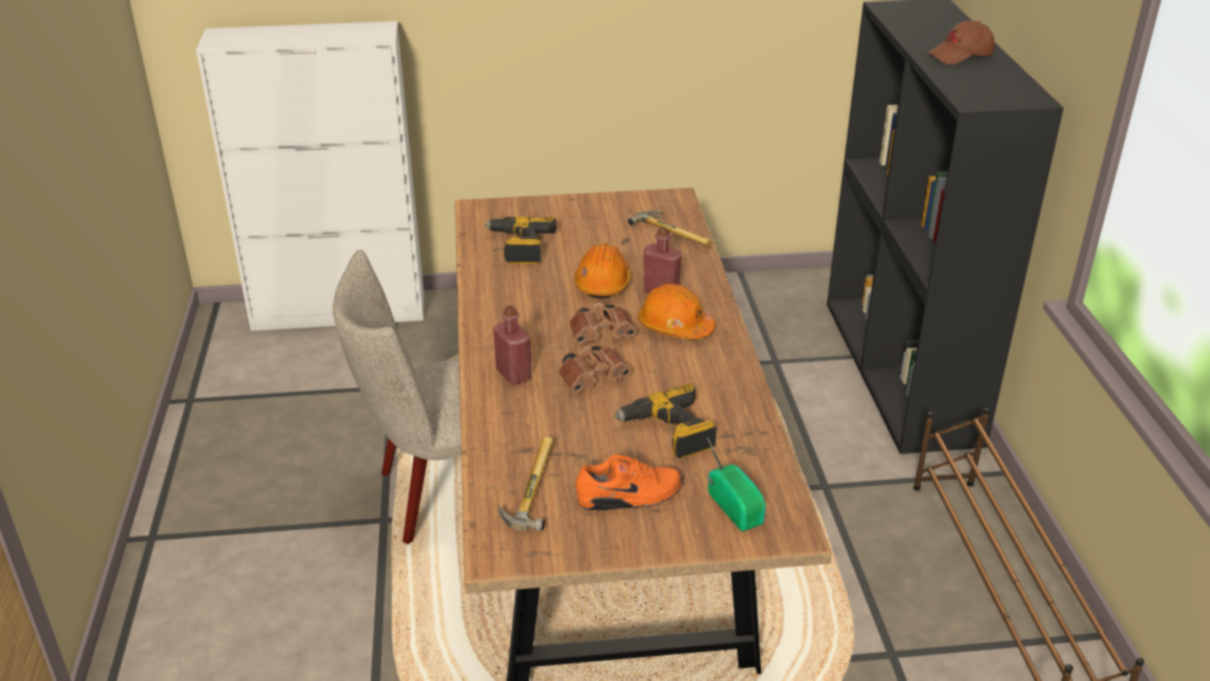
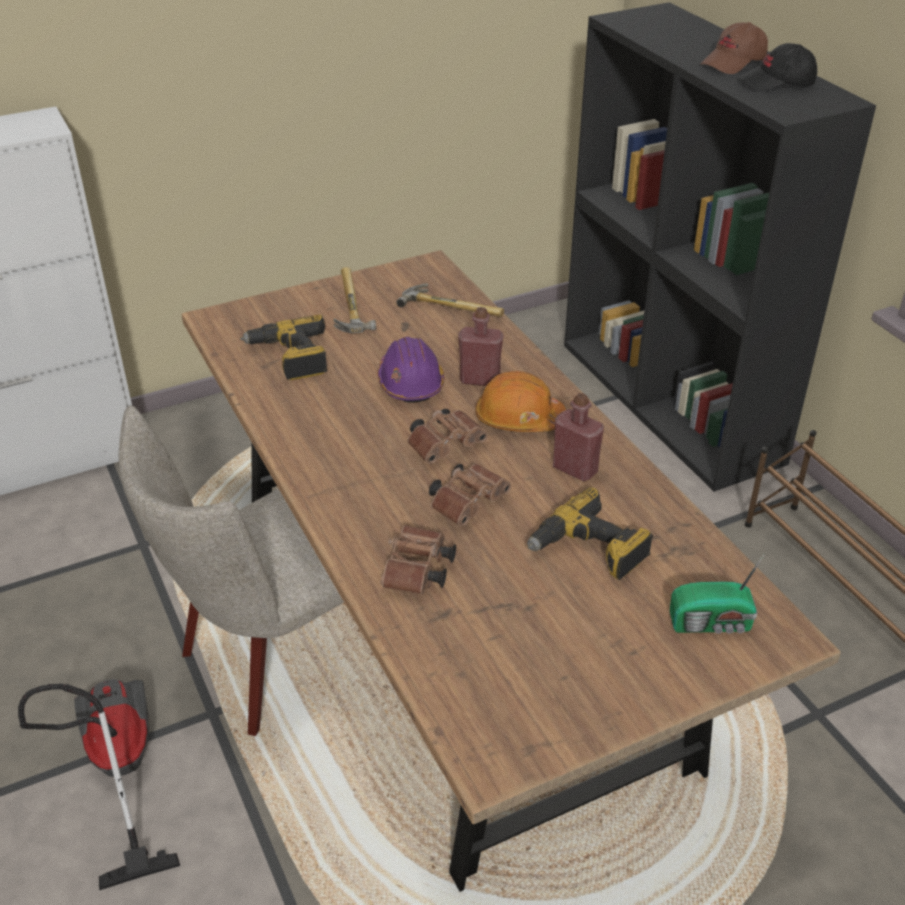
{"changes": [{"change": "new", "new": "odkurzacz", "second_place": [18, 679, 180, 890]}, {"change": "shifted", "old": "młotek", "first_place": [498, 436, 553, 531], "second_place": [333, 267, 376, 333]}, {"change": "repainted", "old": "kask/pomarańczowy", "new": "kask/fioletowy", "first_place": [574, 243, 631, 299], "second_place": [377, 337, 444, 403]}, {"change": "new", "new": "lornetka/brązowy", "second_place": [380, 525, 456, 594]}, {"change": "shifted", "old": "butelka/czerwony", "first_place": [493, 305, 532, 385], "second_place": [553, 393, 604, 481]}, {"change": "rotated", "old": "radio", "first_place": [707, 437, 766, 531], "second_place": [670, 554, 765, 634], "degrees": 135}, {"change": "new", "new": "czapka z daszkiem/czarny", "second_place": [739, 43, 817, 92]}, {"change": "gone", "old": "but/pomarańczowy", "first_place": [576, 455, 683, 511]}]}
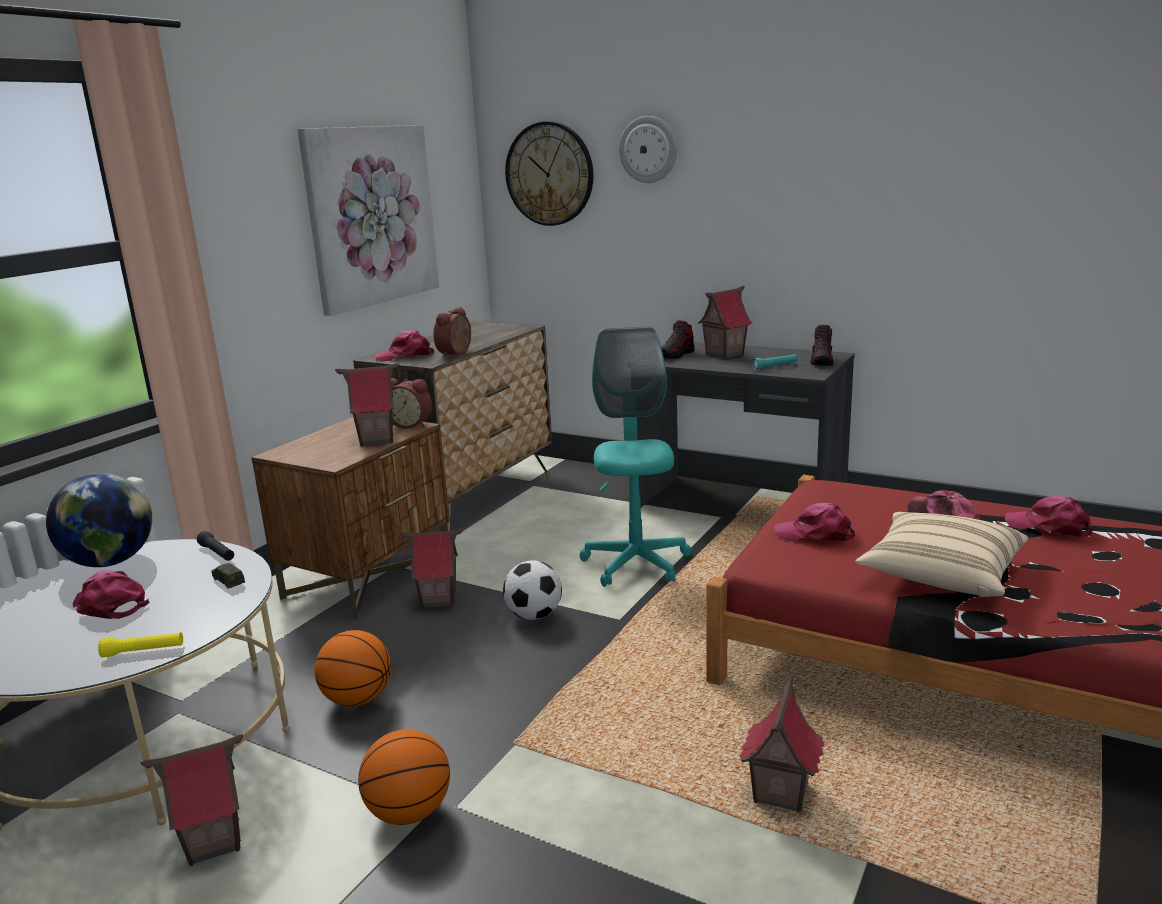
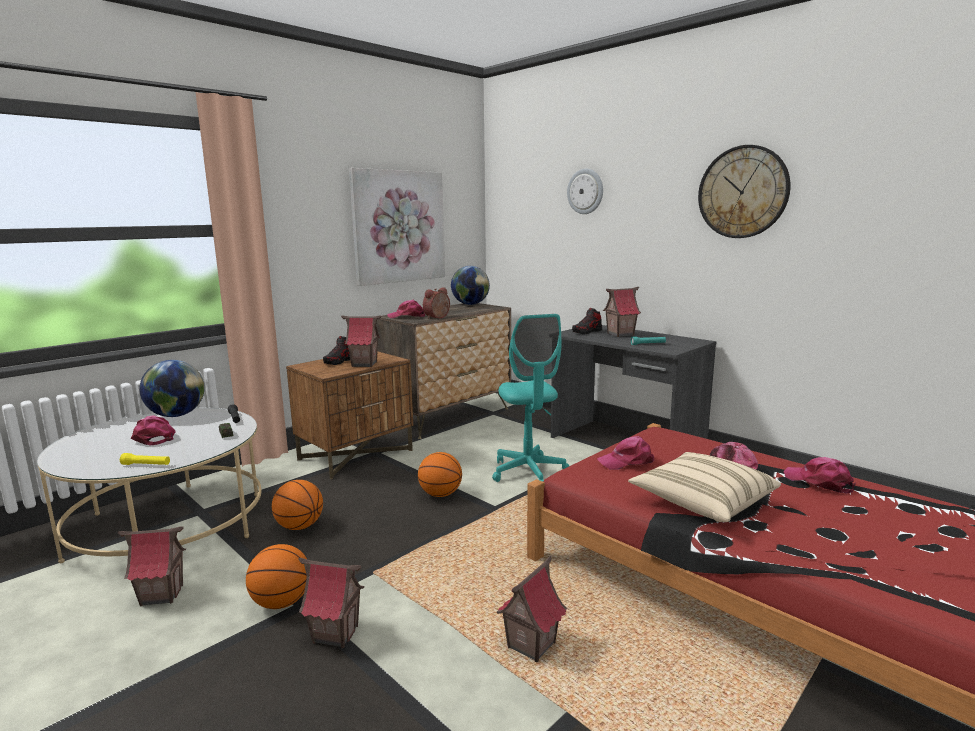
{"changes": [{"change": "shifted", "old": "domek", "first_place": [400, 529, 463, 608], "second_place": [298, 558, 365, 648]}, {"change": "shifted", "old": "but", "first_place": [810, 325, 833, 366], "second_place": [323, 336, 350, 365]}, {"change": "swapped", "old": "piłka futbolowa", "new": "piłka do koszykówki", "first_place": [503, 561, 562, 620], "second_place": [418, 452, 462, 497]}, {"change": "new", "new": "globus", "second_place": [451, 266, 490, 305]}, {"change": "rotated", "old": "krzesło biurowe/turkusowy", "first_place": [580, 327, 691, 587], "second_place": [492, 314, 569, 482], "degrees": 150}, {"change": "rotated", "old": "czapka z daszkiem/różowy", "first_place": [775, 503, 855, 541], "second_place": [597, 436, 654, 470], "degrees": -45}, {"change": "shifted", "old": "zegar ścienny", "first_place": [505, 122, 593, 226], "second_place": [698, 145, 791, 238]}, {"change": "gone", "old": "budzik", "first_place": [391, 378, 432, 429]}]}
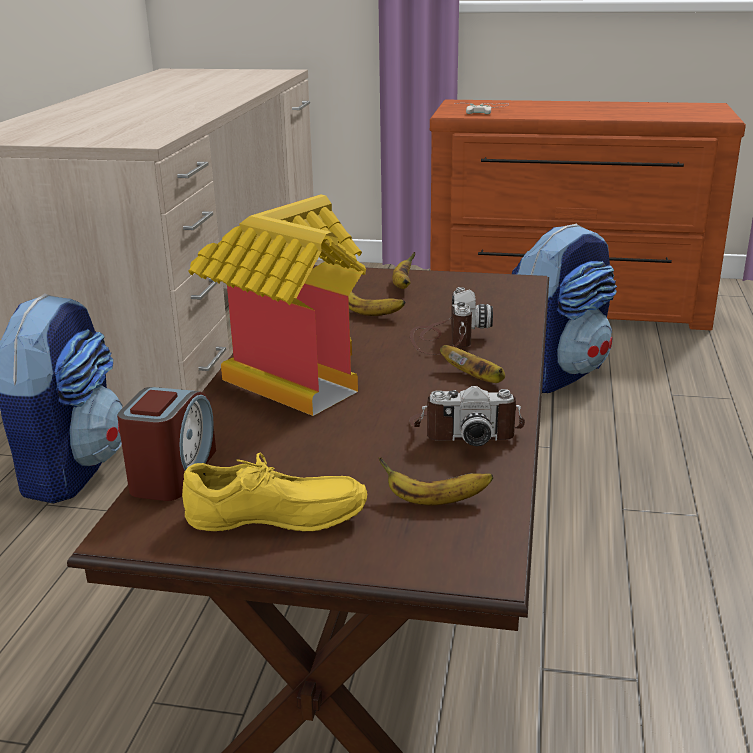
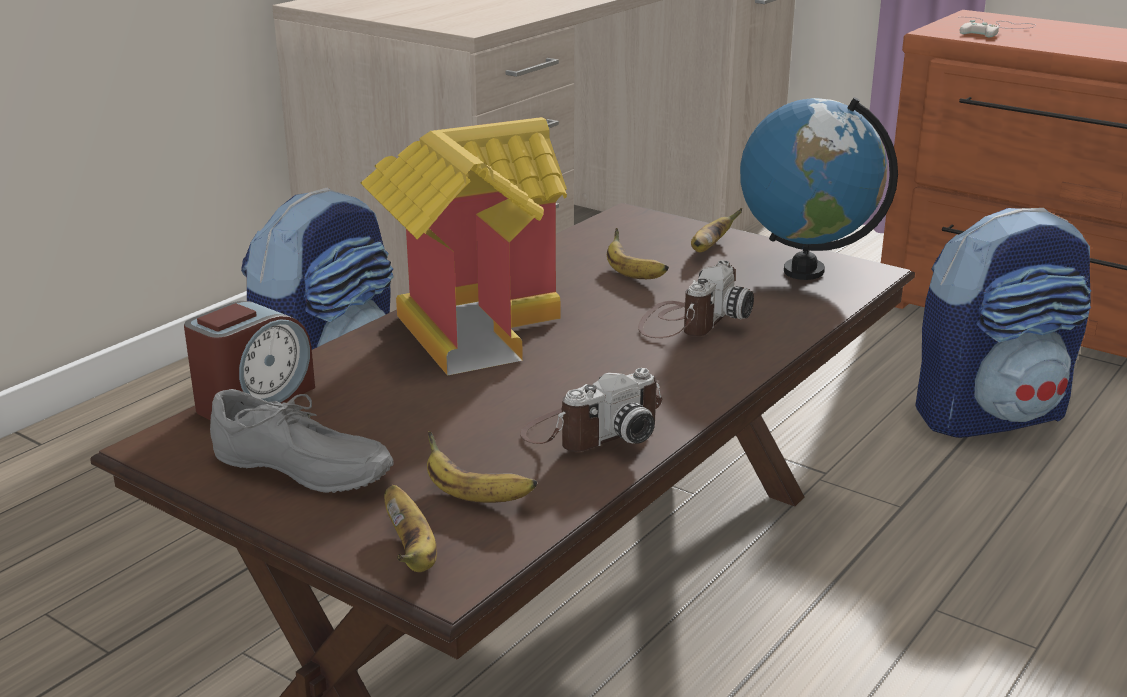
{"changes": [{"change": "repainted", "old": "but/żółty", "new": "but/szary", "first_place": [182, 453, 367, 532], "second_place": [210, 389, 394, 493]}, {"change": "shifted", "old": "banan", "first_place": [440, 345, 505, 383], "second_place": [384, 485, 437, 572]}, {"change": "rotated", "old": "aparat fotograficzny", "first_place": [409, 386, 525, 446], "second_place": [520, 368, 662, 452], "degrees": -60}, {"change": "new", "new": "globus", "second_place": [740, 97, 898, 280]}]}
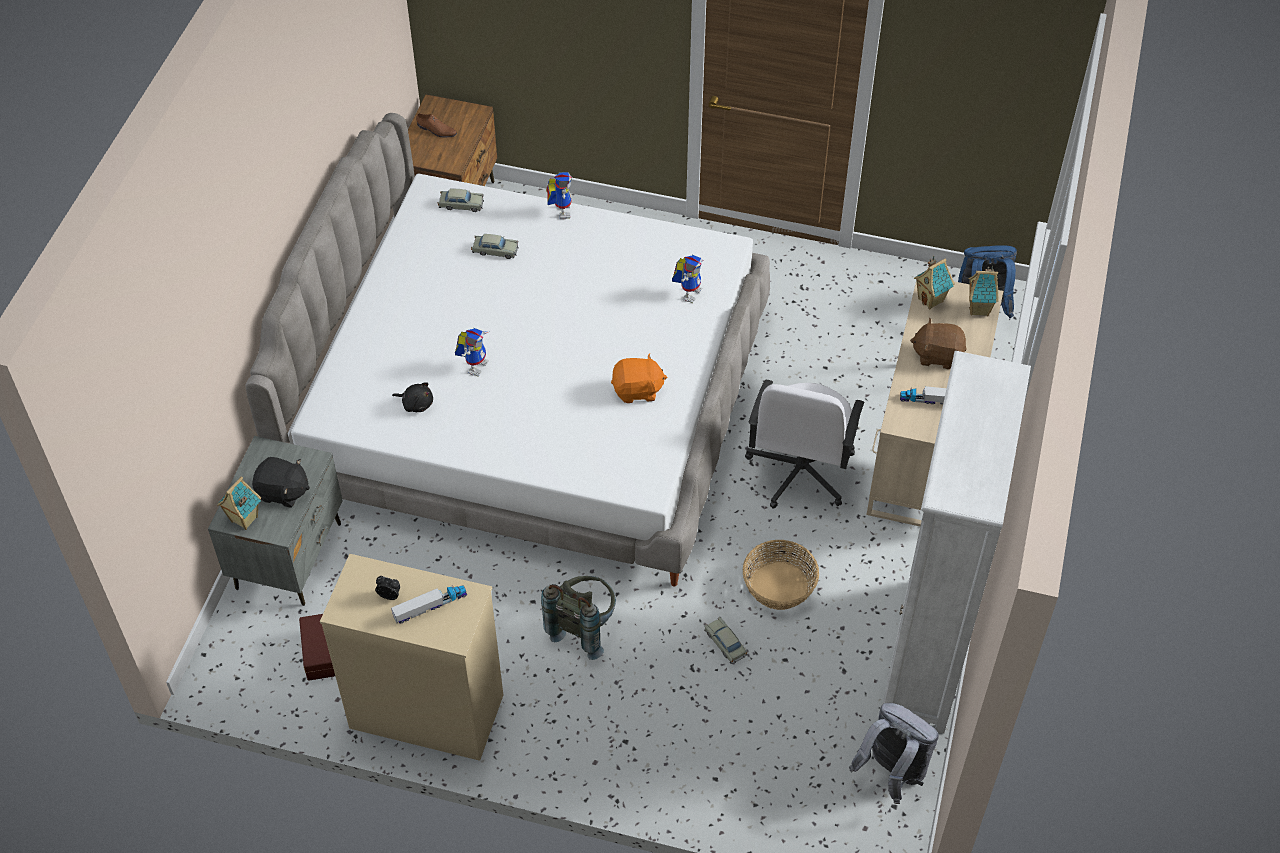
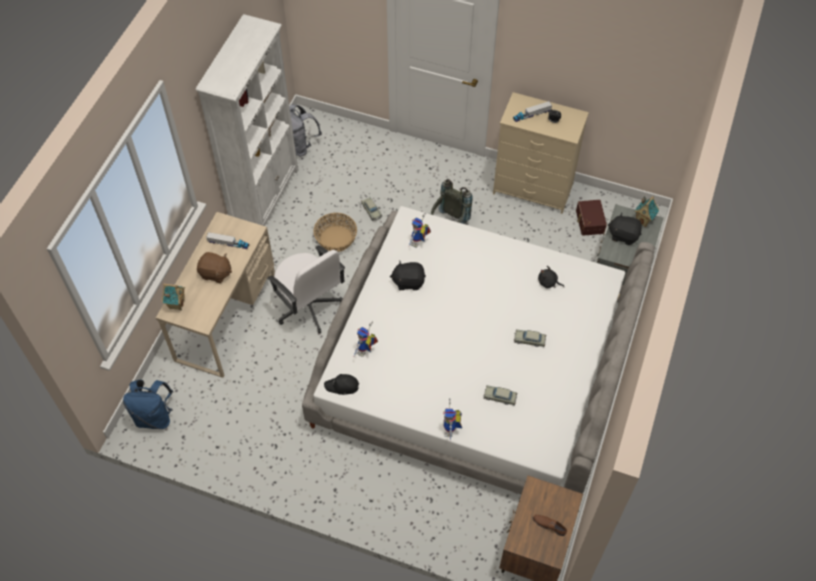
{"changes": [{"change": "rotated", "old": "krzesło biurowe/biały", "first_place": [745, 380, 864, 509], "second_place": [267, 245, 345, 333], "degrees": 120}, {"change": "new", "new": "czapka z daszkiem/czarny", "second_place": [324, 374, 359, 395]}, {"change": "repainted", "old": "pluszak/pomarańczowy", "new": "pluszak/czarny", "first_place": [611, 353, 667, 403], "second_place": [390, 260, 426, 290]}, {"change": "shifted", "old": "robot zabawkowy", "first_place": [455, 328, 489, 377], "second_place": [409, 212, 431, 248]}, {"change": "shifted", "old": "samochodzik/beżowy", "first_place": [438, 189, 484, 212], "second_place": [514, 329, 547, 347]}, {"change": "gone", "old": "domek", "first_place": [914, 256, 955, 309]}]}
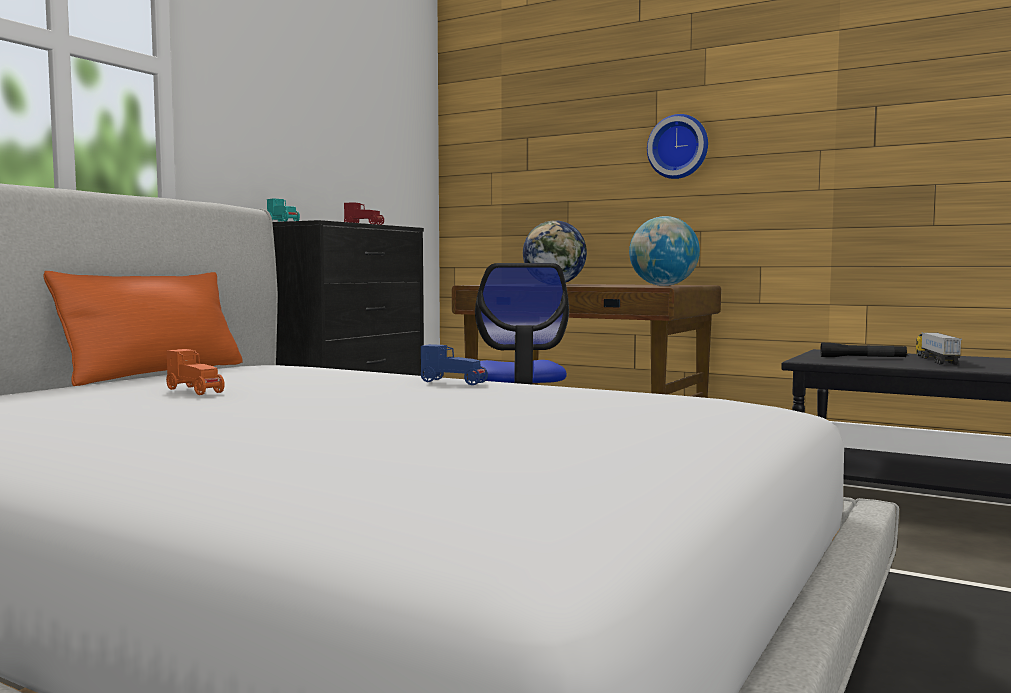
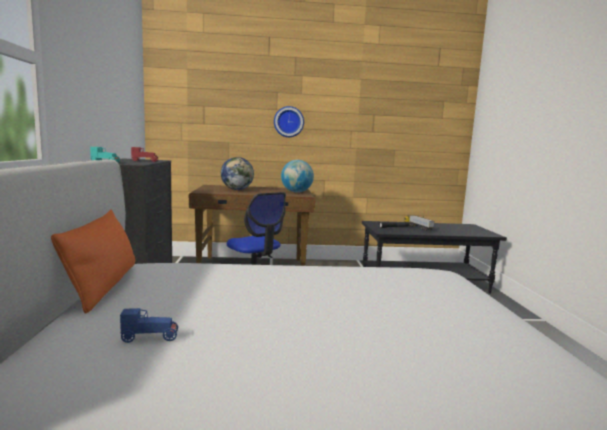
{"changes": [{"change": "shifted", "old": "samochodzik/niebieski", "first_place": [421, 344, 488, 385], "second_place": [120, 308, 178, 343]}, {"change": "gone", "old": "samochodzik/pomarańczowy", "first_place": [166, 349, 225, 395]}]}
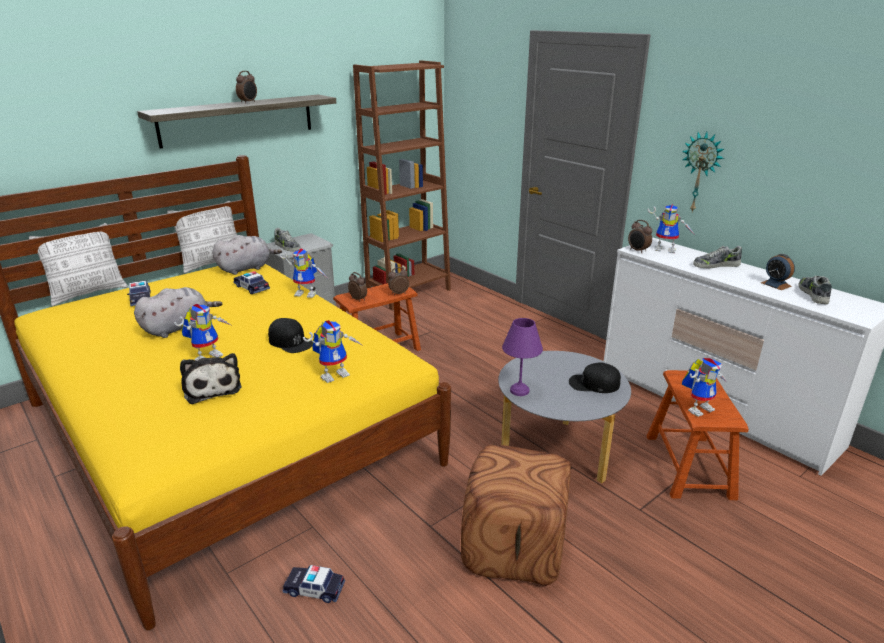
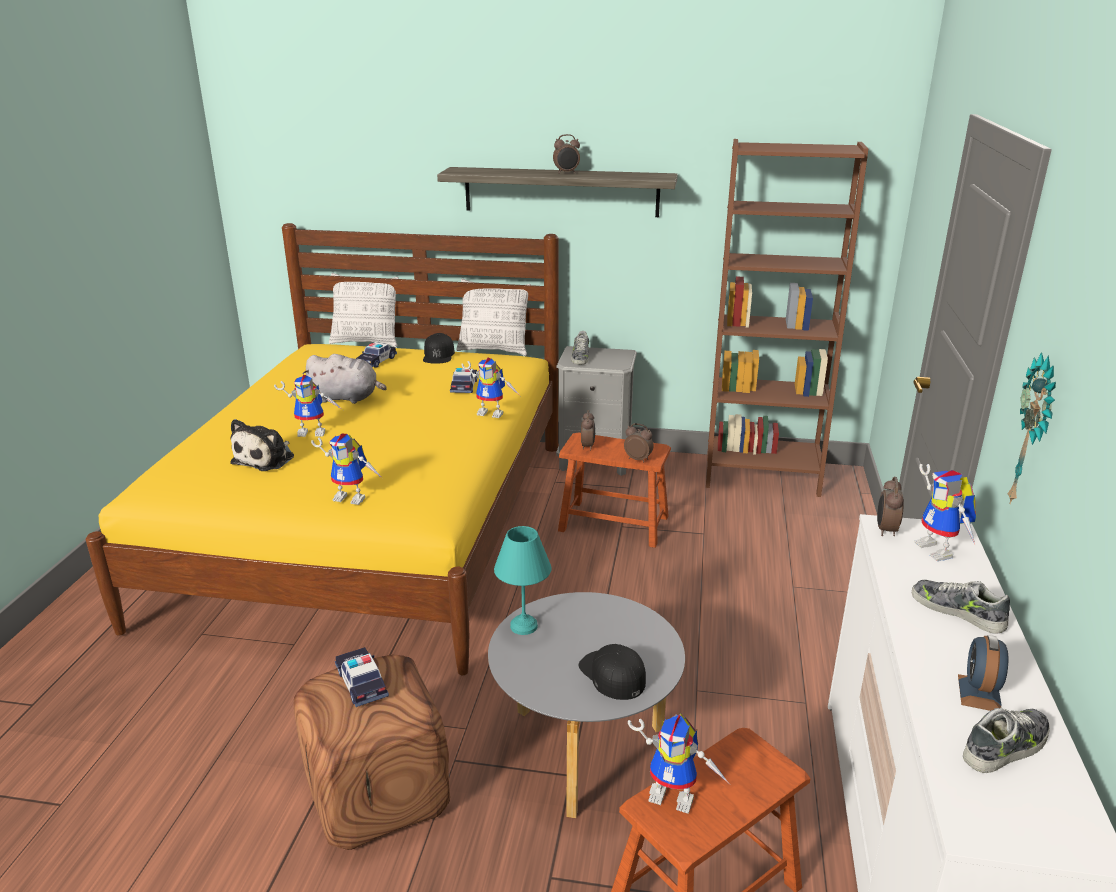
{"changes": [{"change": "shifted", "old": "samochodzik", "first_place": [283, 565, 345, 603], "second_place": [335, 647, 389, 707]}, {"change": "shifted", "old": "czapka z daszkiem/czarny", "first_place": [268, 318, 313, 353], "second_place": [423, 333, 455, 364]}, {"change": "rotated", "old": "robot zabawkowy", "first_place": [279, 249, 327, 298], "second_place": [462, 358, 519, 418], "degrees": -45}, {"change": "repainted", "old": "lampa stołowa/fioletowy", "new": "lampa stołowa/turkusowy", "first_place": [502, 318, 543, 396], "second_place": [494, 526, 551, 635]}, {"change": "gone", "old": "pluszak/szary", "first_place": [212, 235, 282, 275]}]}
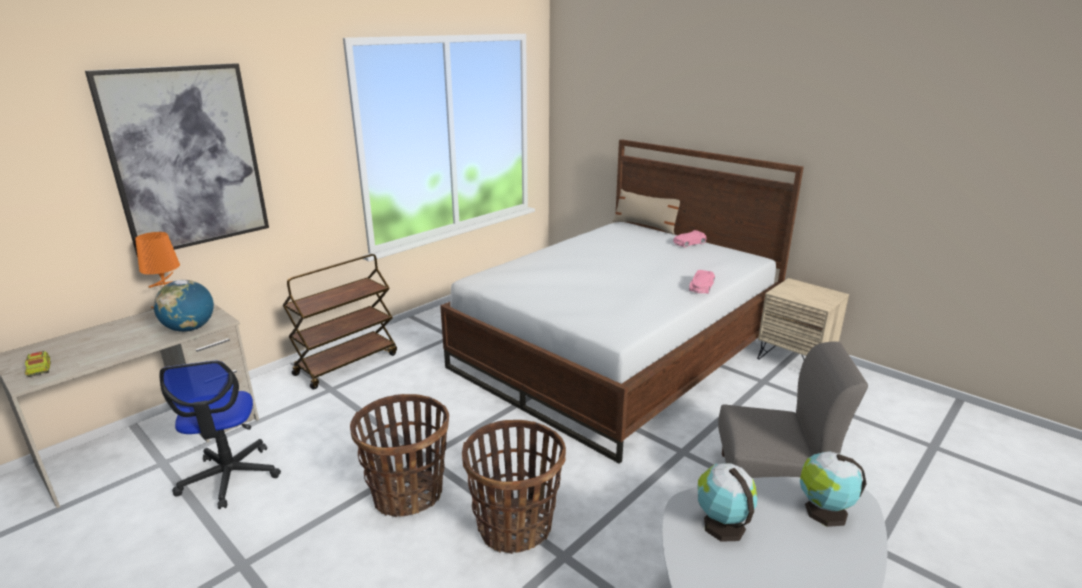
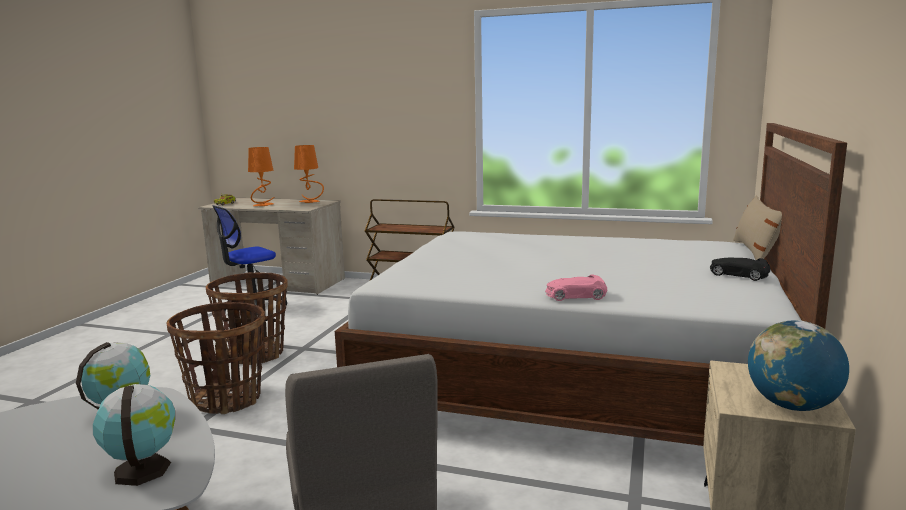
{"changes": [{"change": "new", "new": "lampa stołowa/pomarańczowy", "second_place": [248, 147, 274, 206]}, {"change": "repainted", "old": "samochodzik/różowy", "new": "samochodzik/czarny", "first_place": [673, 230, 707, 248], "second_place": [710, 257, 771, 281]}, {"change": "shifted", "old": "globus", "first_place": [154, 280, 214, 332], "second_place": [748, 320, 849, 411]}, {"change": "gone", "old": "obraz", "first_place": [85, 63, 269, 257]}]}
